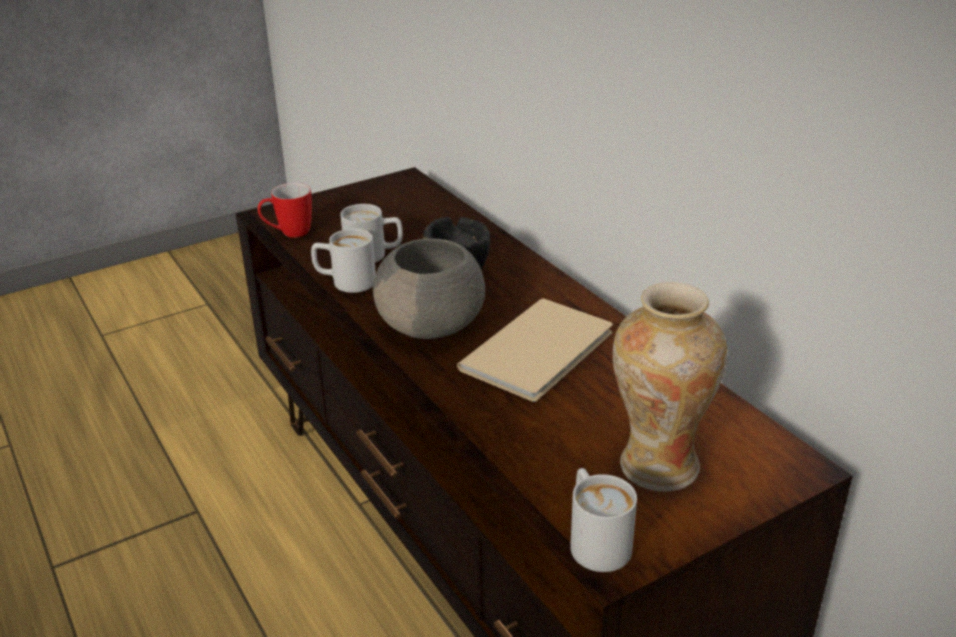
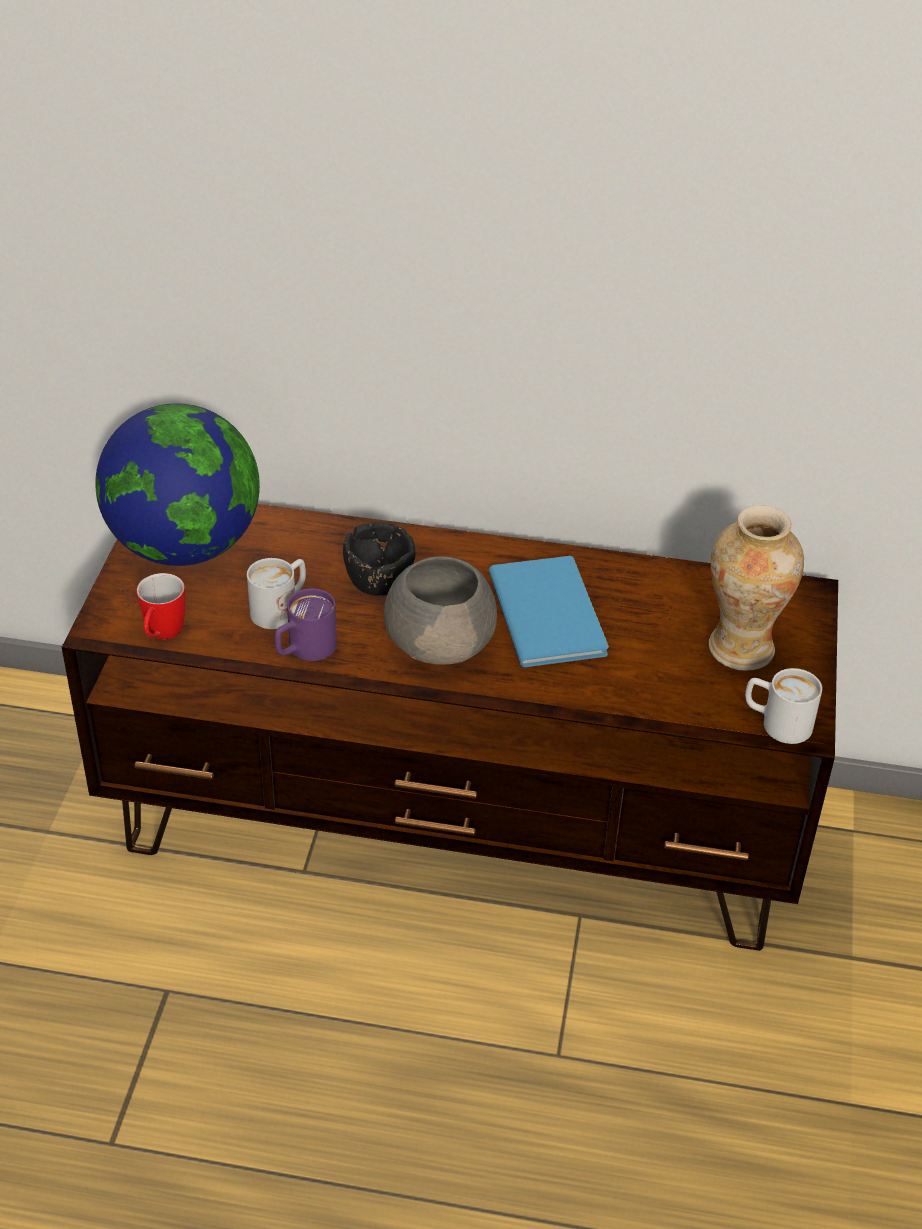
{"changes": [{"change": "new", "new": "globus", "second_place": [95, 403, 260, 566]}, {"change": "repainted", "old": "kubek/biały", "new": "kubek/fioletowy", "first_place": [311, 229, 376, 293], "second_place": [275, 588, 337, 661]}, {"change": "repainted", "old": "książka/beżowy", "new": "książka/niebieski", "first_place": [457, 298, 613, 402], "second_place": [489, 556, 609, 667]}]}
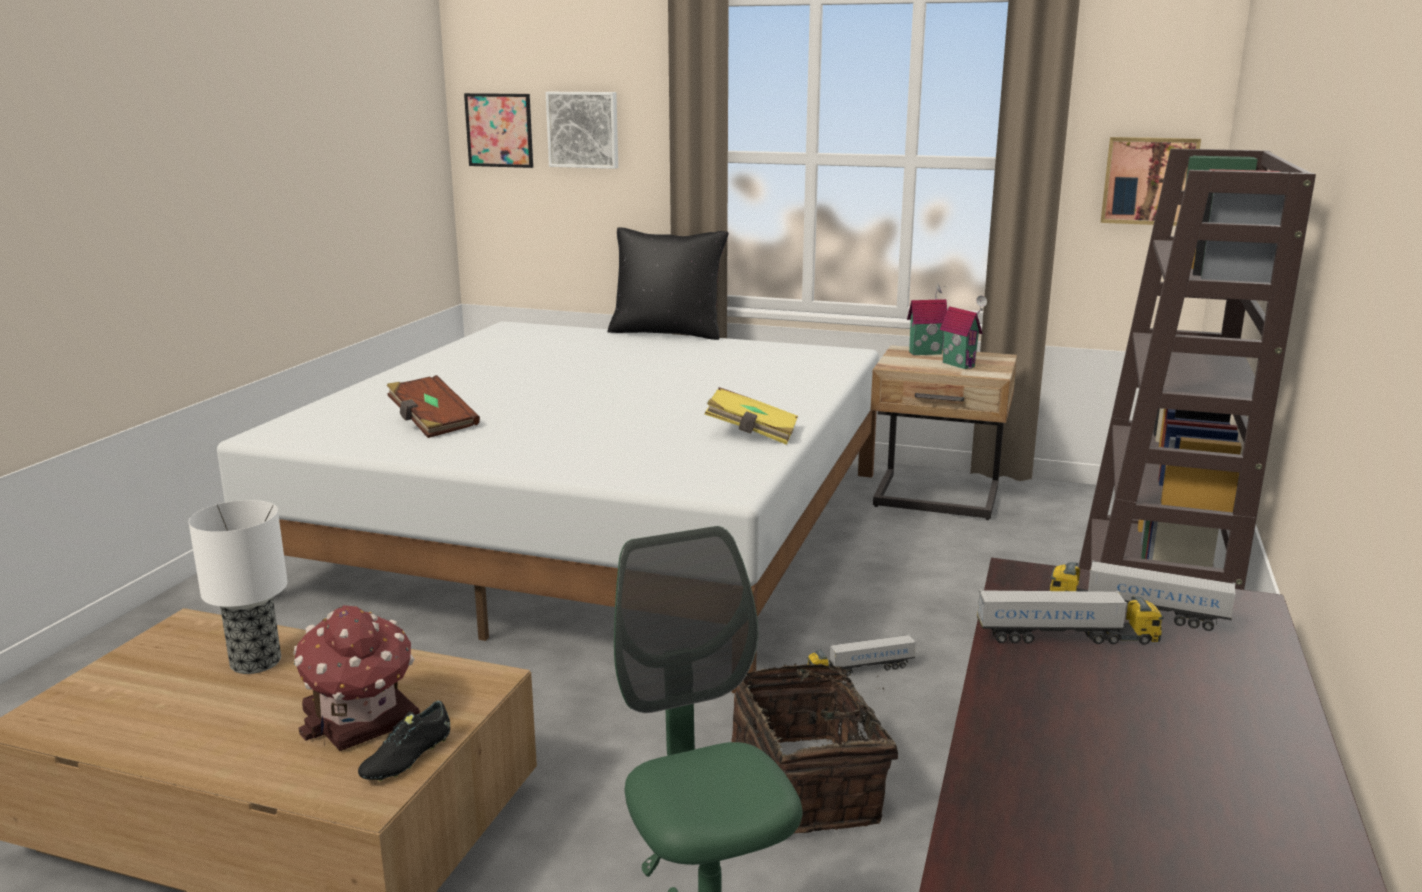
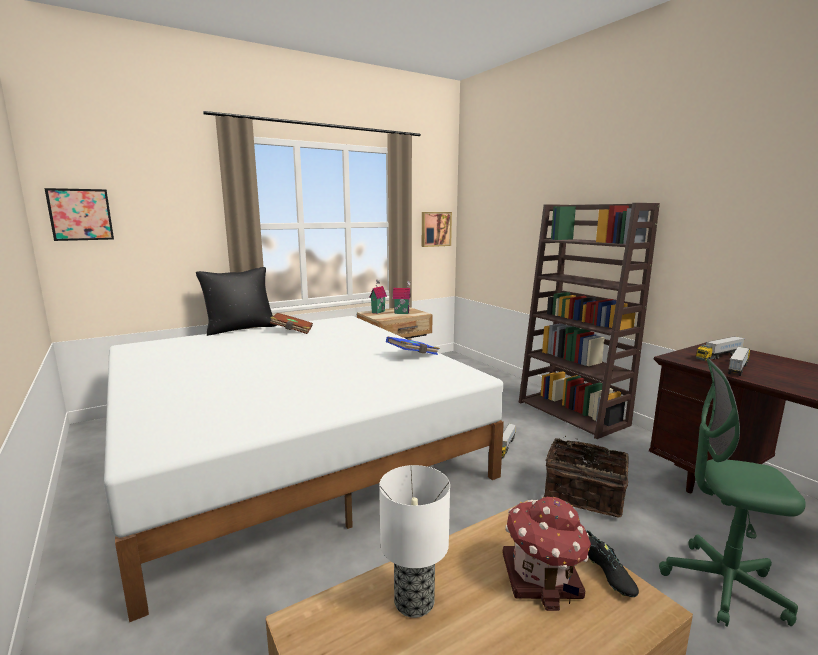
{"changes": [{"change": "shifted", "old": "książka/brązowy", "first_place": [387, 375, 480, 438], "second_place": [270, 313, 313, 334]}, {"change": "repainted", "old": "książka/żółty", "new": "książka/niebieski", "first_place": [705, 387, 798, 445], "second_place": [386, 336, 440, 355]}, {"change": "gone", "old": "obraz", "first_place": [546, 92, 618, 169]}]}
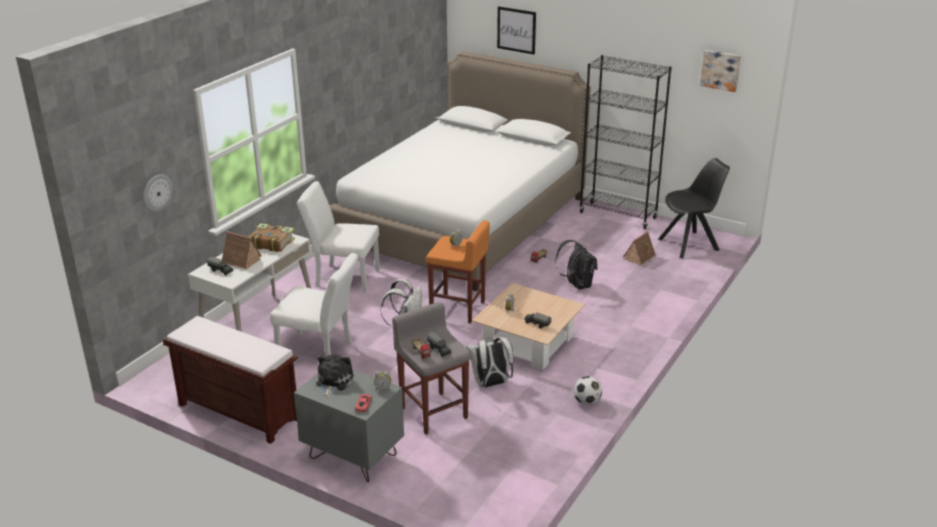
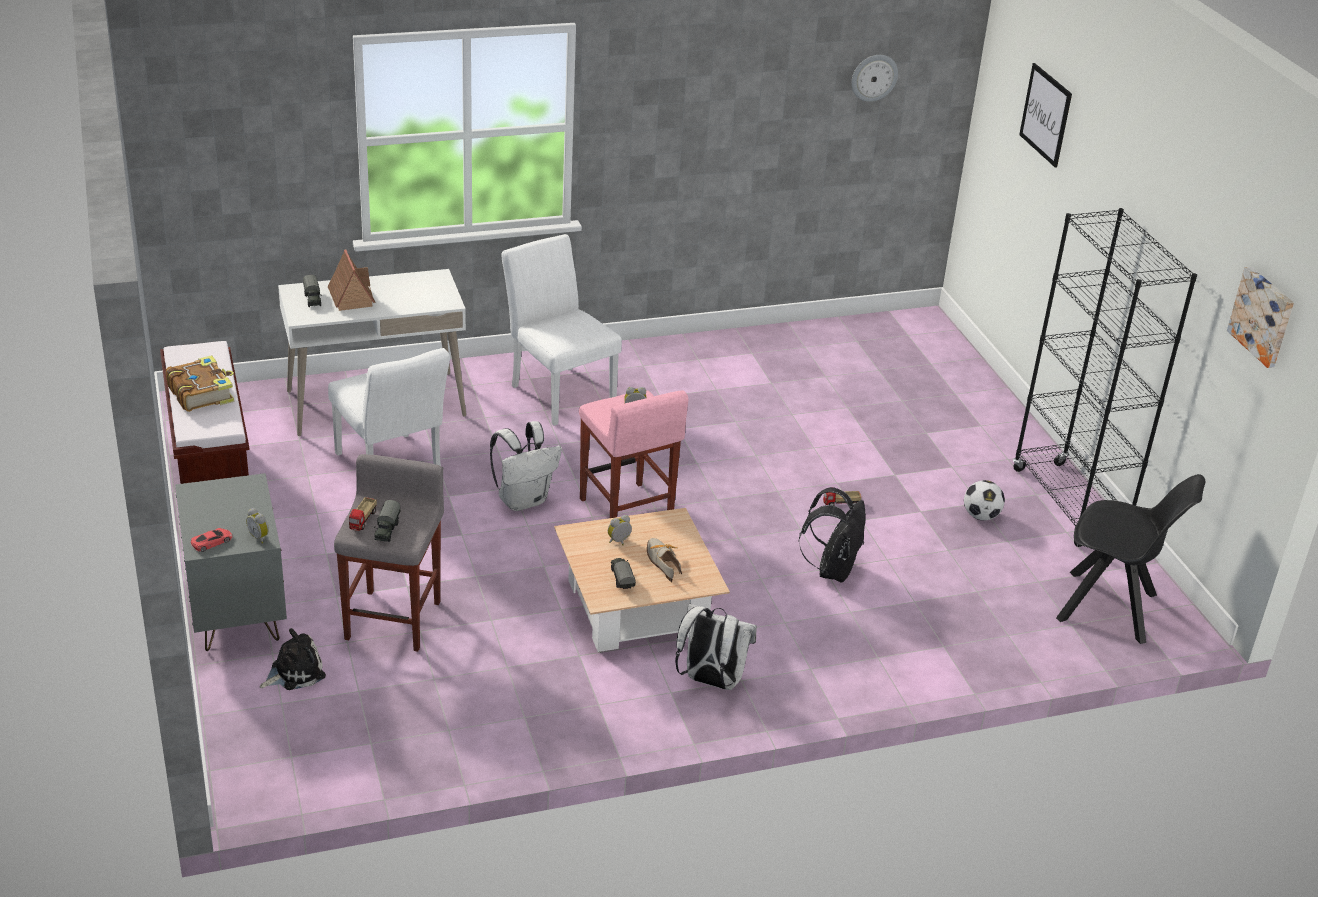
{"changes": [{"change": "shifted", "old": "książka", "first_place": [249, 223, 295, 252], "second_place": [166, 355, 234, 412]}, {"change": "shifted", "old": "pluszak", "first_place": [316, 354, 354, 397], "second_place": [260, 628, 326, 690]}, {"change": "repainted", "old": "stołek/pomarańczowy", "new": "stołek/różowy", "first_place": [426, 220, 490, 323], "second_place": [579, 390, 688, 518]}, {"change": "new", "new": "but", "second_place": [647, 538, 682, 582]}, {"change": "shifted", "old": "plecak/biały", "first_place": [466, 337, 514, 388], "second_place": [675, 603, 757, 690]}, {"change": "shifted", "old": "zegar ścienny", "first_place": [144, 174, 173, 212], "second_place": [851, 55, 898, 102]}, {"change": "shifted", "old": "piłka futbolowa", "first_place": [573, 376, 602, 405], "second_place": [964, 480, 1005, 521]}, {"change": "gone", "old": "łóżko/biały", "first_place": [330, 51, 591, 291]}, {"change": "gone", "old": "domek", "first_place": [623, 231, 656, 265]}]}
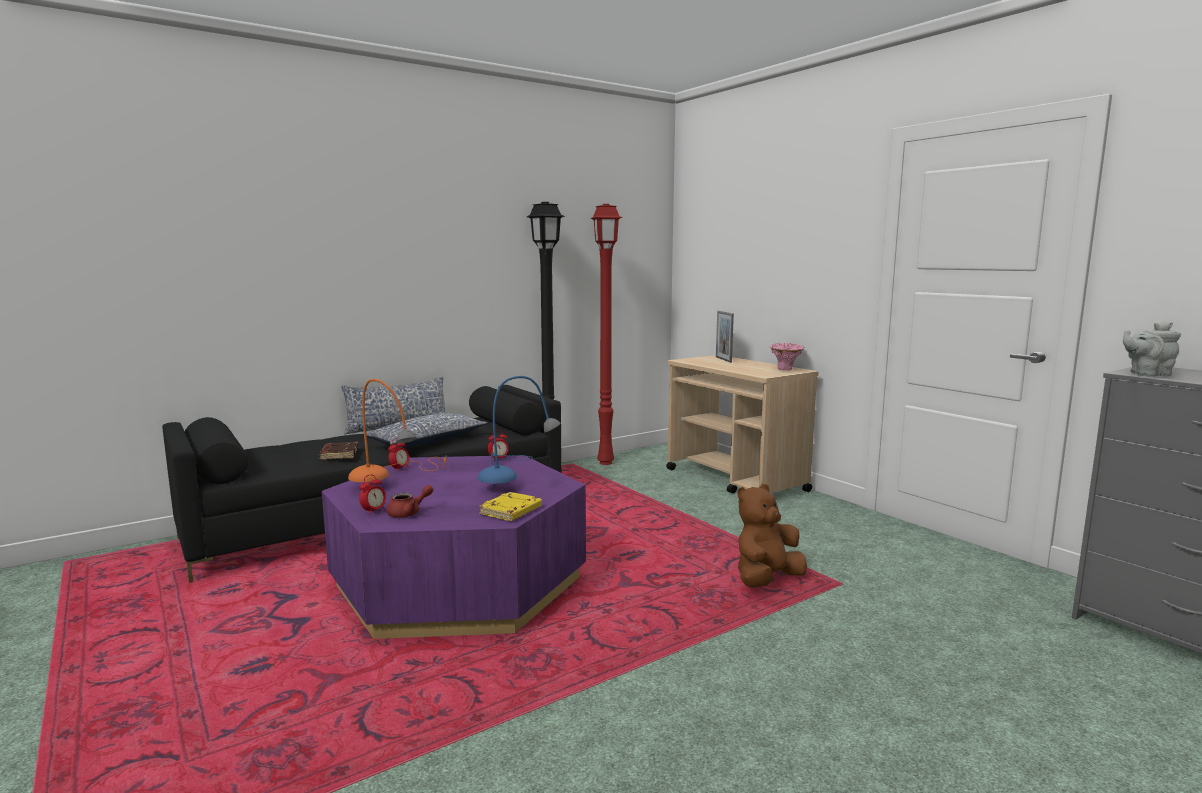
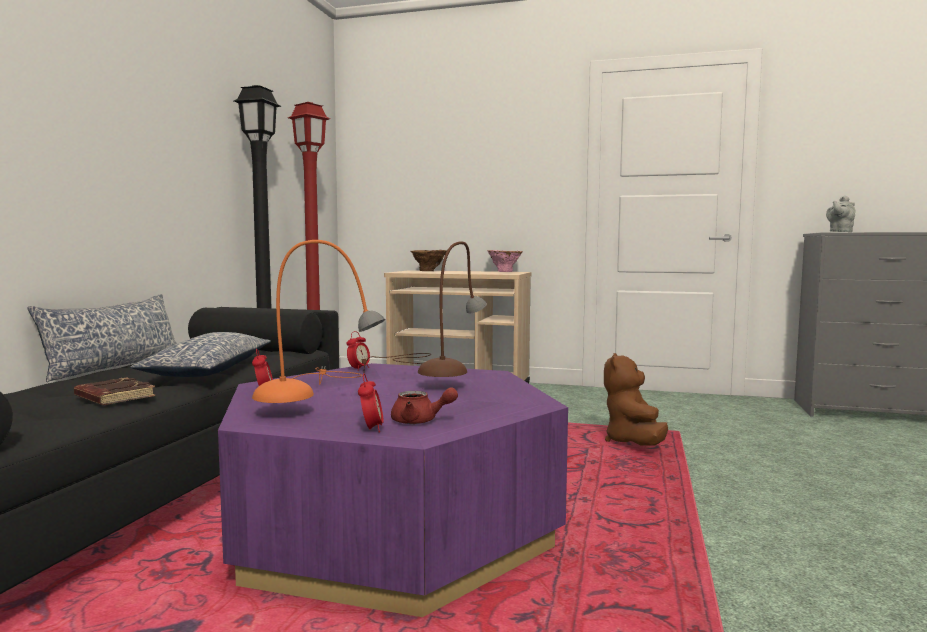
{"changes": [{"change": "repainted", "old": "lampa stołowa/niebieski", "new": "lampa stołowa/brązowy", "first_place": [478, 376, 561, 484], "second_place": [361, 241, 487, 377]}, {"change": "rotated", "old": "imbryk/czerwony", "first_place": [387, 485, 433, 518], "second_place": [391, 388, 458, 424], "degrees": 90}, {"change": "swapped", "old": "ramka na zdjęcie", "new": "wazon/brązowy", "first_place": [716, 311, 734, 363], "second_place": [411, 250, 447, 271]}, {"change": "gone", "old": "książka/żółty", "first_place": [479, 492, 542, 521]}]}
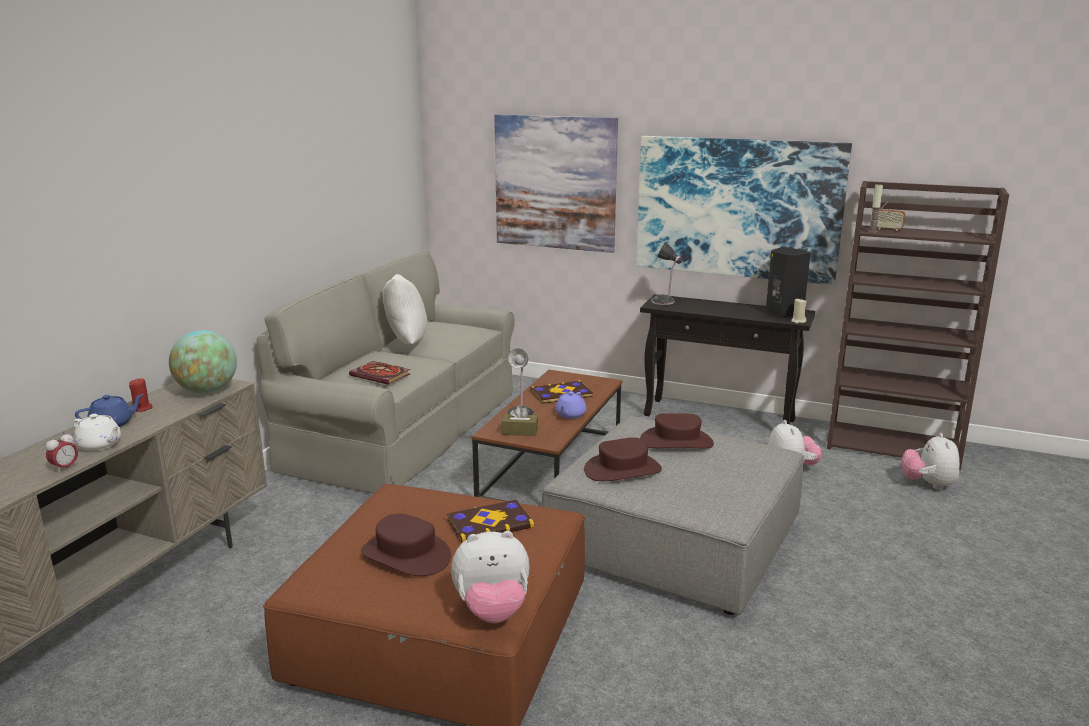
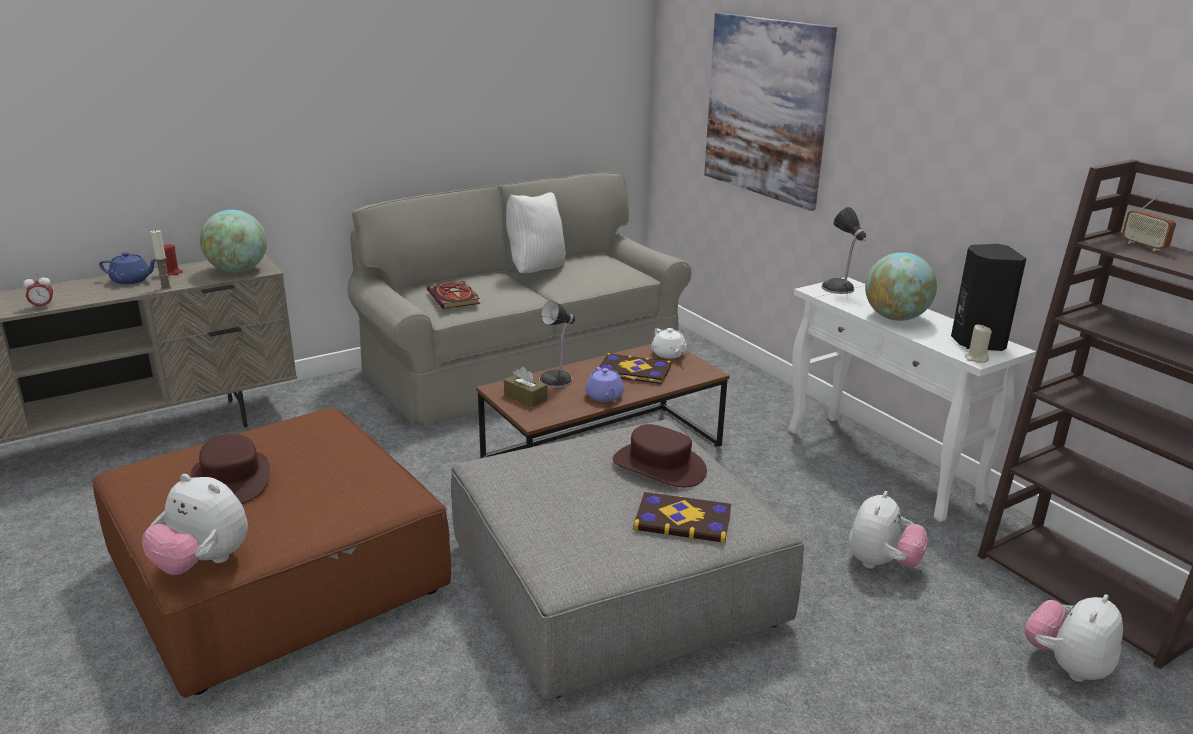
{"changes": [{"change": "shifted", "old": "świeca", "first_place": [869, 184, 883, 233], "second_place": [150, 230, 172, 290]}, {"change": "rotated", "old": "imbryk/fioletowy", "first_place": [556, 392, 586, 419], "second_place": [585, 367, 624, 402], "degrees": -75}, {"change": "shifted", "old": "książka", "first_place": [447, 499, 534, 543], "second_place": [633, 492, 731, 543]}, {"change": "shifted", "old": "imbryk/biały", "first_place": [73, 414, 121, 451], "second_place": [652, 328, 687, 359]}, {"change": "repainted", "old": "stolik konsolowy/czarny", "new": "stolik konsolowy/biały", "first_place": [640, 294, 815, 425], "second_place": [789, 277, 1036, 522]}, {"change": "new", "new": "globus", "second_place": [865, 252, 937, 321]}, {"change": "gone", "old": "kapelusz/brązowy", "first_place": [584, 438, 662, 481]}, {"change": "gone", "old": "obraz", "first_place": [636, 136, 852, 285]}]}
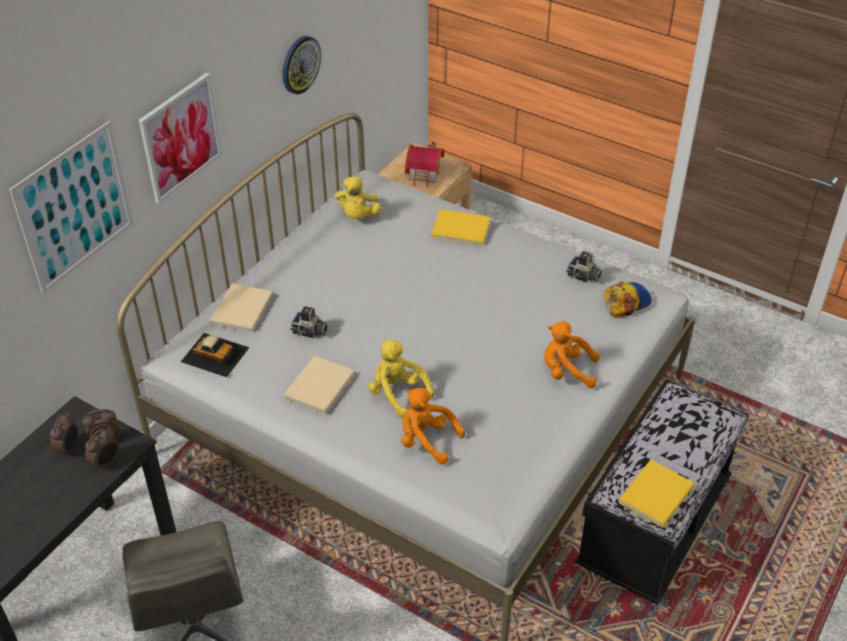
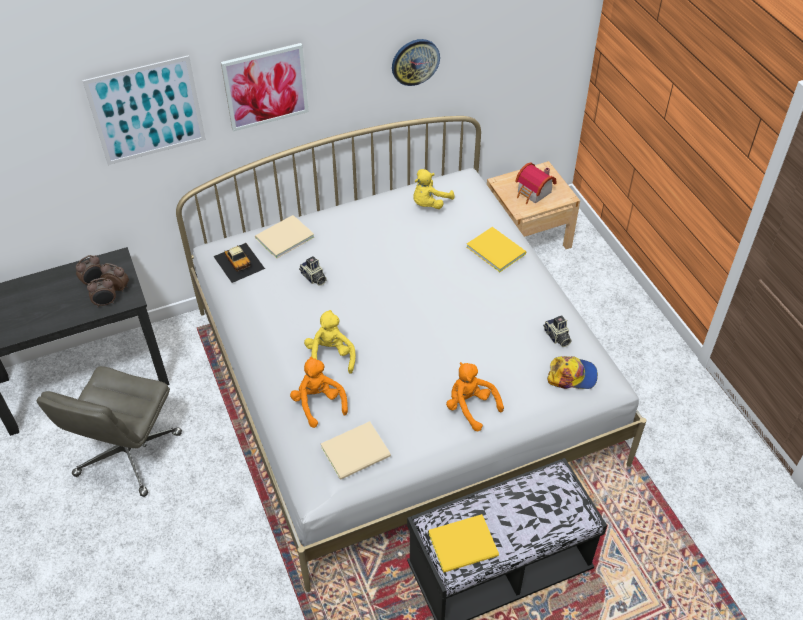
{"changes": [{"change": "shifted", "old": "książka/beżowy", "first_place": [283, 356, 355, 415], "second_place": [321, 421, 391, 480]}]}
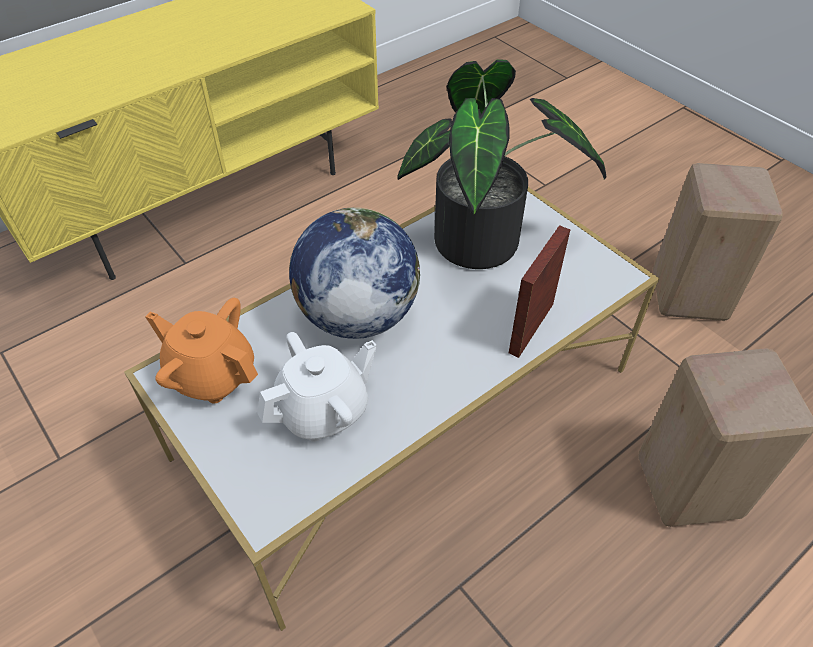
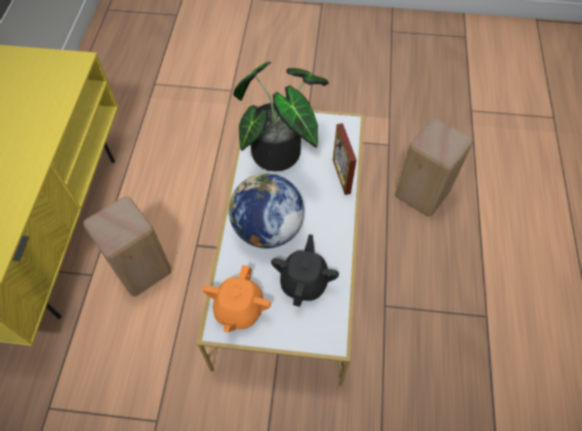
{"changes": [{"change": "shifted", "old": "stołek/beżowy", "first_place": [653, 163, 783, 321], "second_place": [84, 196, 172, 297]}, {"change": "rotated", "old": "imbryk/pomarańczowy", "first_place": [145, 298, 258, 403], "second_place": [202, 265, 271, 332], "degrees": -60}, {"change": "repainted", "old": "imbryk/biały", "new": "imbryk/czarny", "first_place": [257, 332, 377, 442], "second_place": [271, 235, 339, 307]}]}
